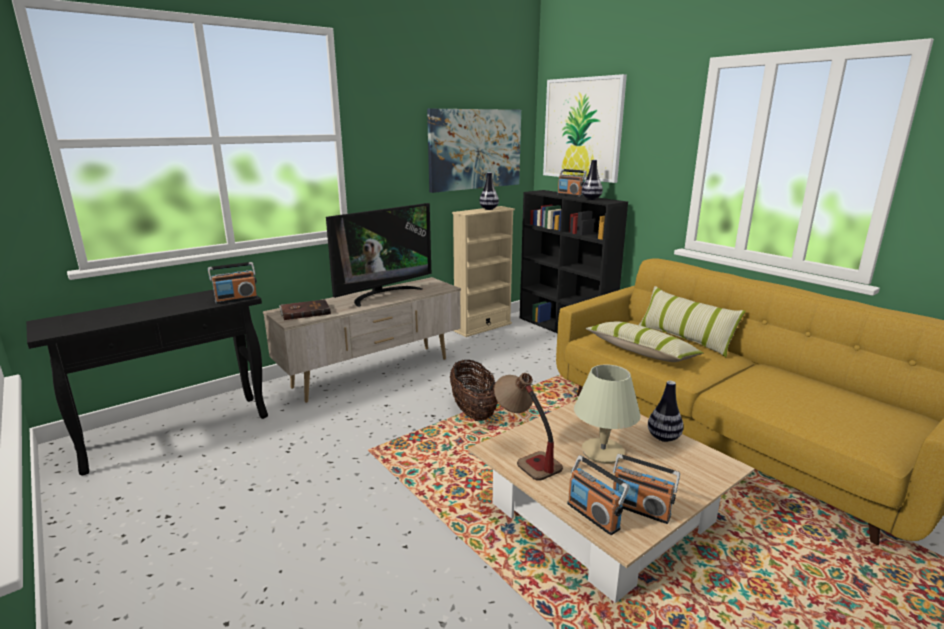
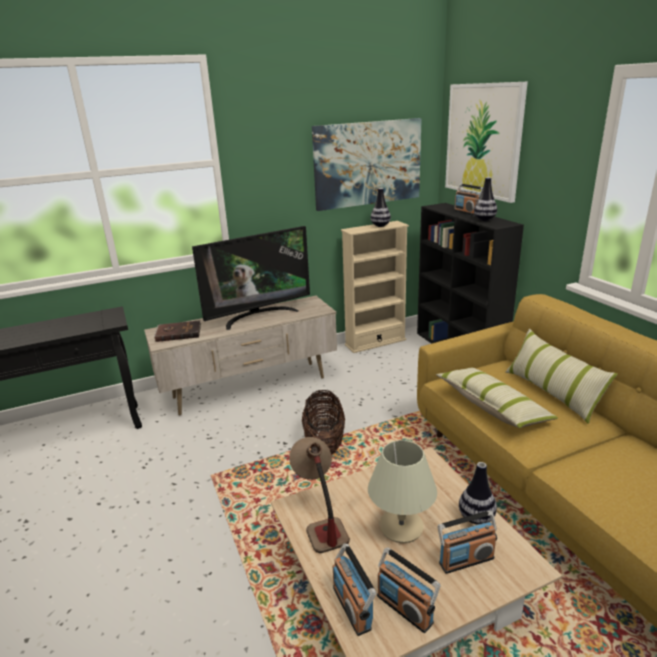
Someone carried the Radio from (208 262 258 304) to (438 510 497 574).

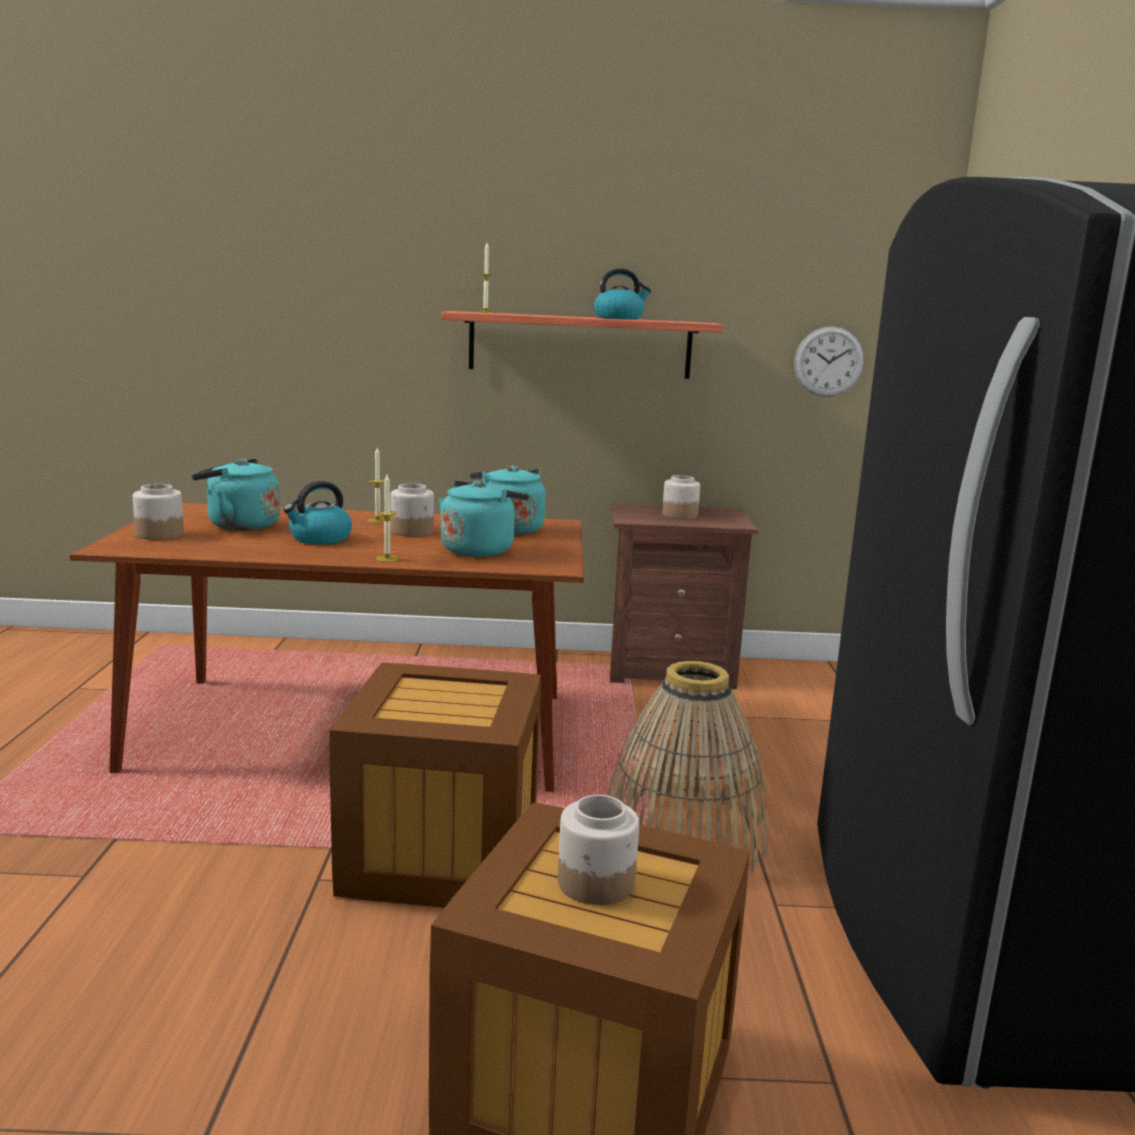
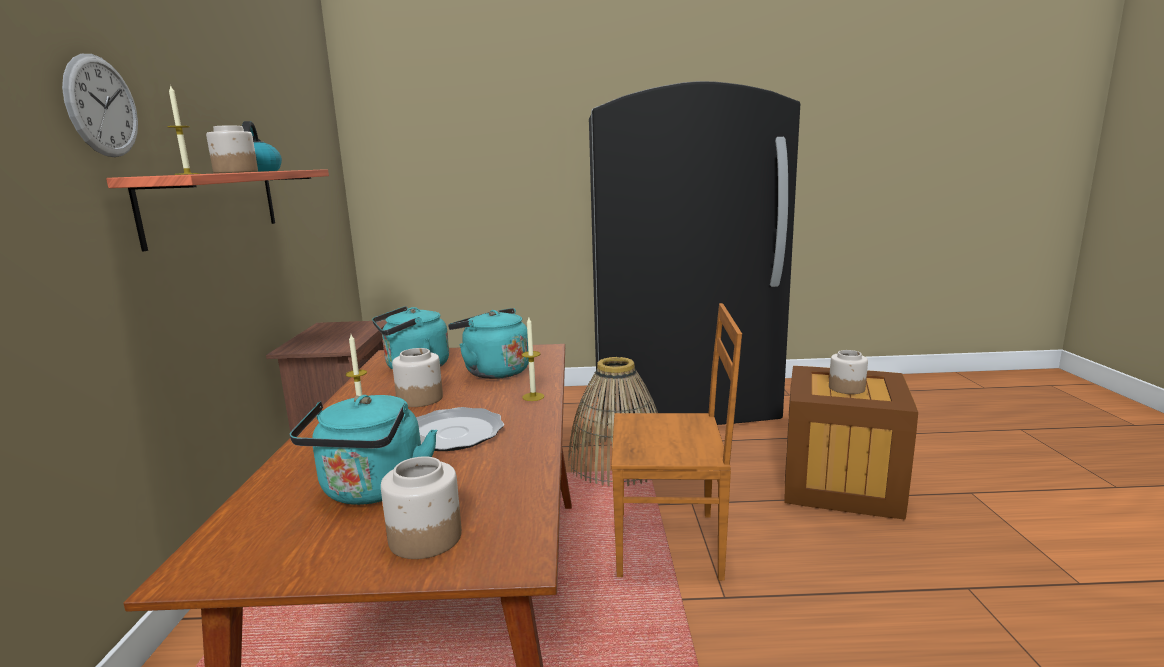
Someone carried the Wanduhr from (794 326 864 397) to (62 54 138 157).
Someone carried the Vorratsglas from (662 475 700 519) to (206 126 258 173).
Someone swapped the Wasserkessel at (283 481 352 545) for the Teller at (416 407 504 451).
Someone swapped the Kiste at (329 663 541 908) for the Stuhl [braun] at (611 303 742 581).

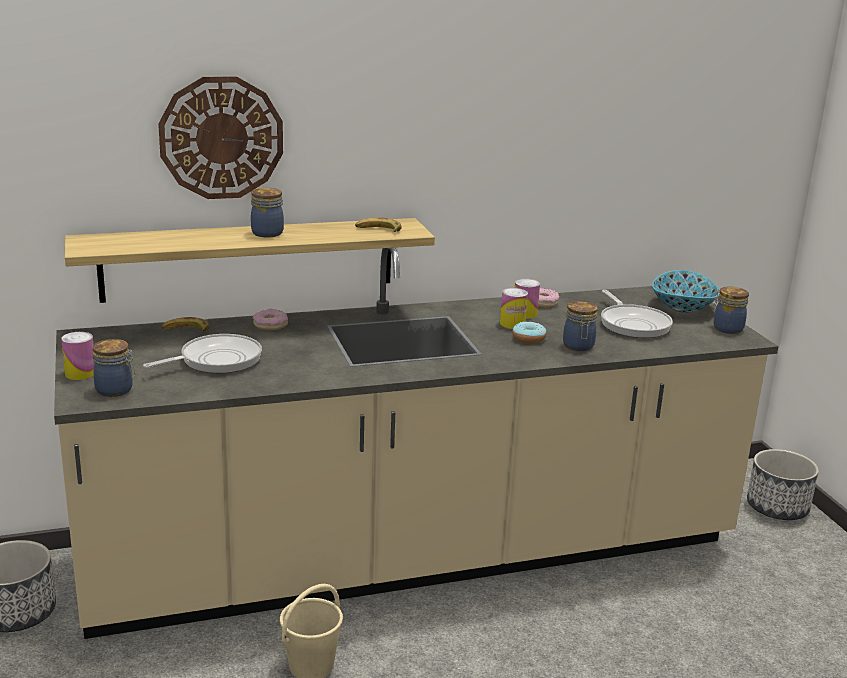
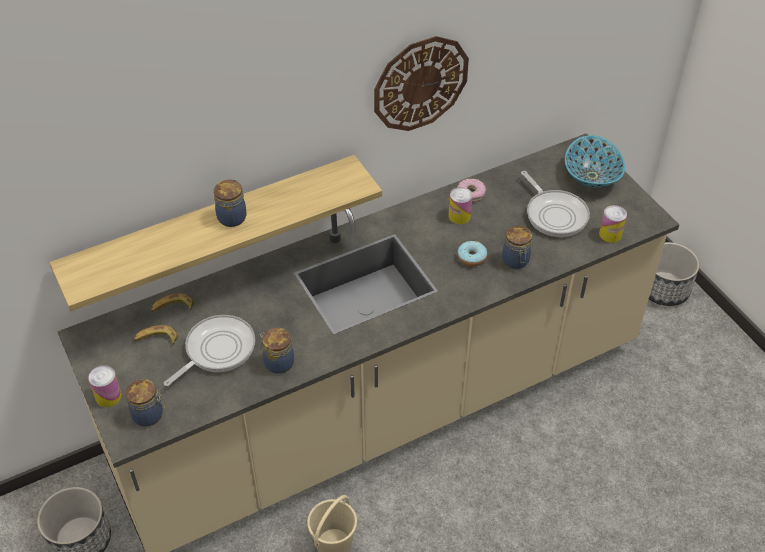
Someone carried the Wanduhr from (158 76 283 199) to (374 36 469 131).
Someone carried the Banane from (355 217 401 232) to (134 325 178 346).
Someone carried the Vorratsglas from (712 287 749 334) to (260 328 294 374).
Someone carried the Dose from (500 288 528 329) to (599 205 627 243).
Someone took away the Donut at (253 309 288 330).

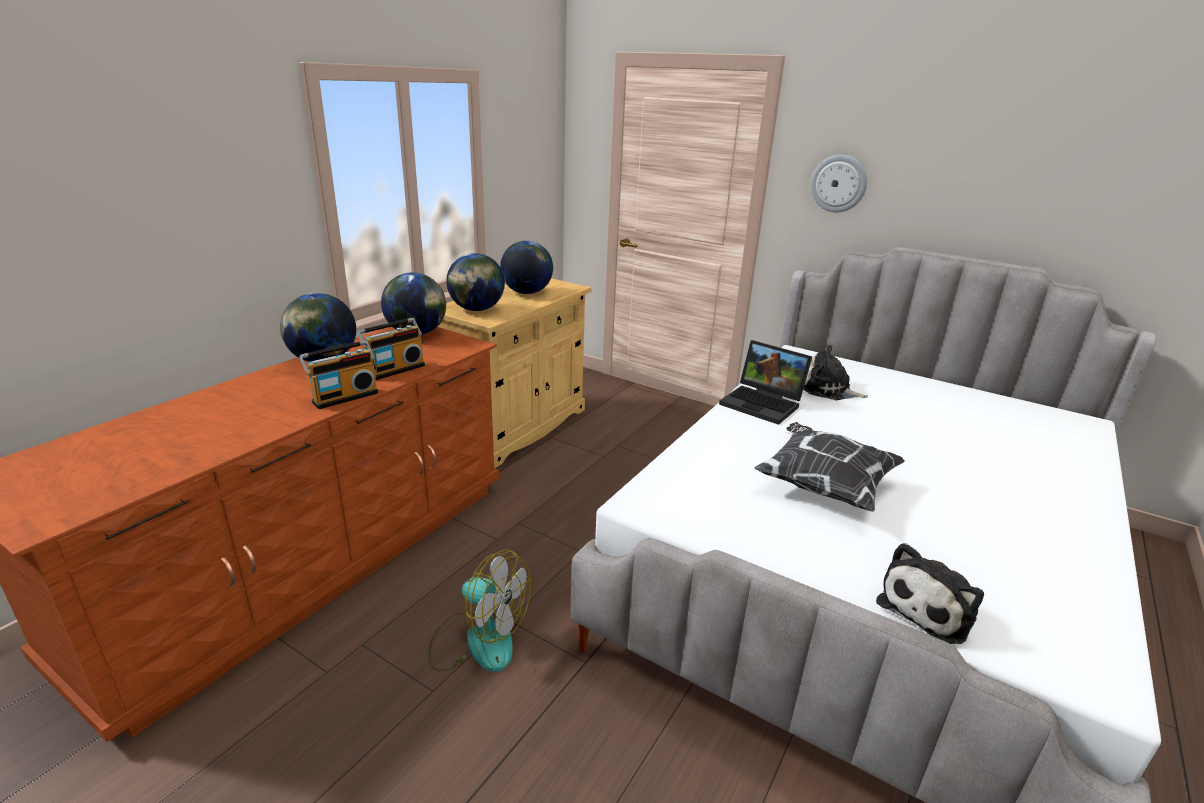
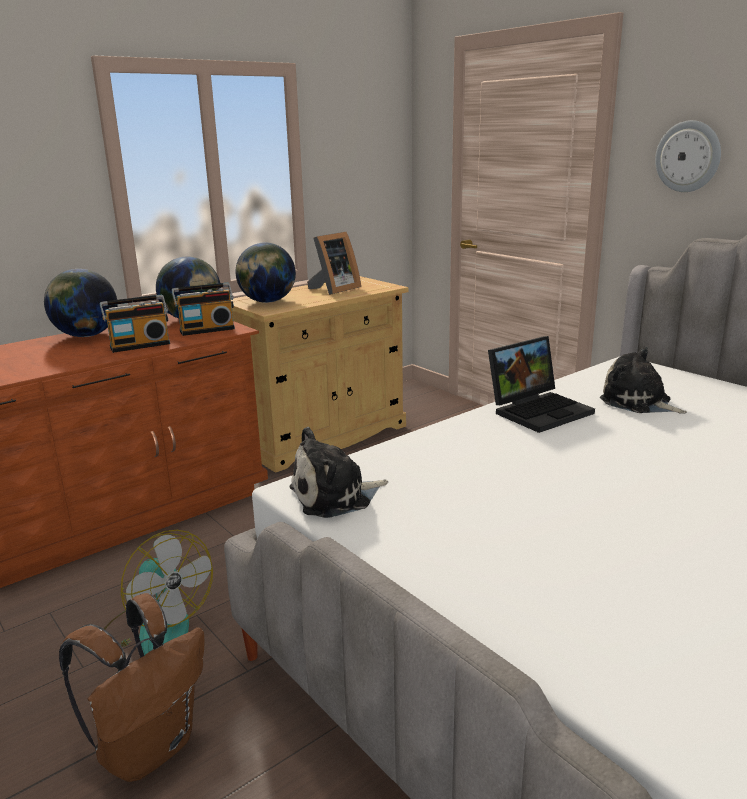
Someone swapped the Globus at (500 241 553 294) for the Bilderrahmen at (307 232 361 295).
Someone carried the Radio from (299 340 378 409) to (172 283 235 336).
Someone rotated the Laptop at (719 340 813 425) by 90 degrees counterclockwise.
Someone took away the Kissen at (755 422 905 512).
Someone carried the Plüschtier from (876 543 984 644) to (289 427 388 518).
Someone put down the Rucksack [braun] at (59 593 205 782).

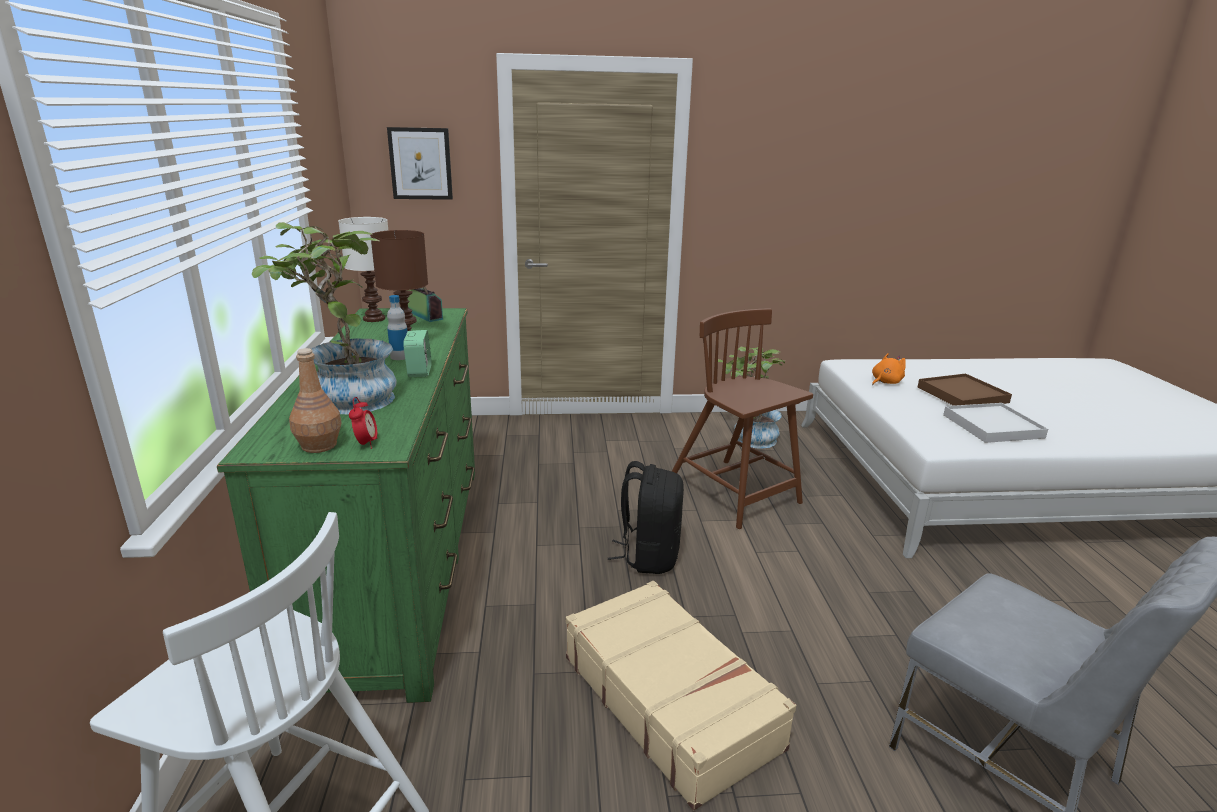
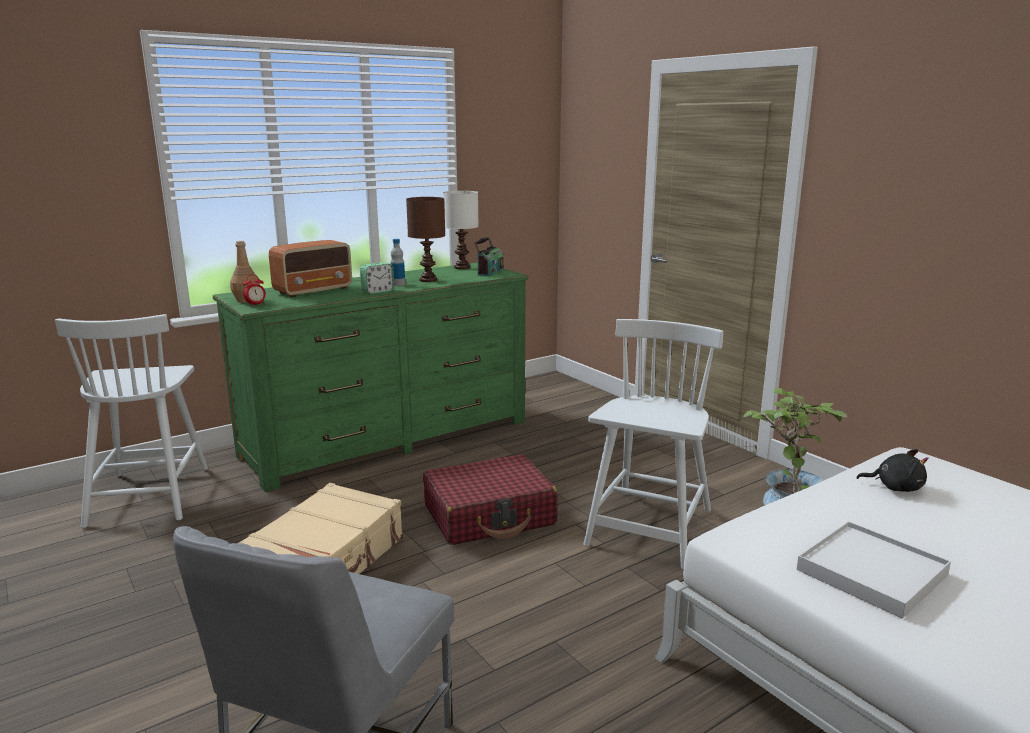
Someone took away the Bild at (387 127 453 200).
Someone swapped the Topfpflanze at (252 222 397 414) for the Radio at (269 240 352 297).
Someone repainted the Stuhl [braun] at (672 309 813 529), which became the Stuhl [weiß] at (584 319 724 569).
Someone repainted the Plüschtier [orange] at (872 353 906 385), which became the Plüschtier [schwarz] at (856 449 928 492).
Someone took away the Tablett [braun] at (918 374 1012 406).
Someone swapped the Rucksack [schwarz] at (608 461 684 574) for the Koffer [rot] at (423 454 558 545).

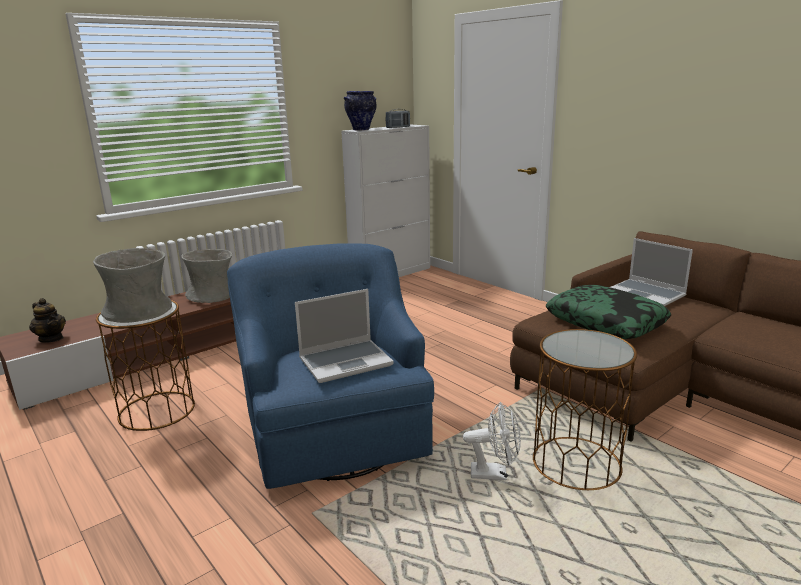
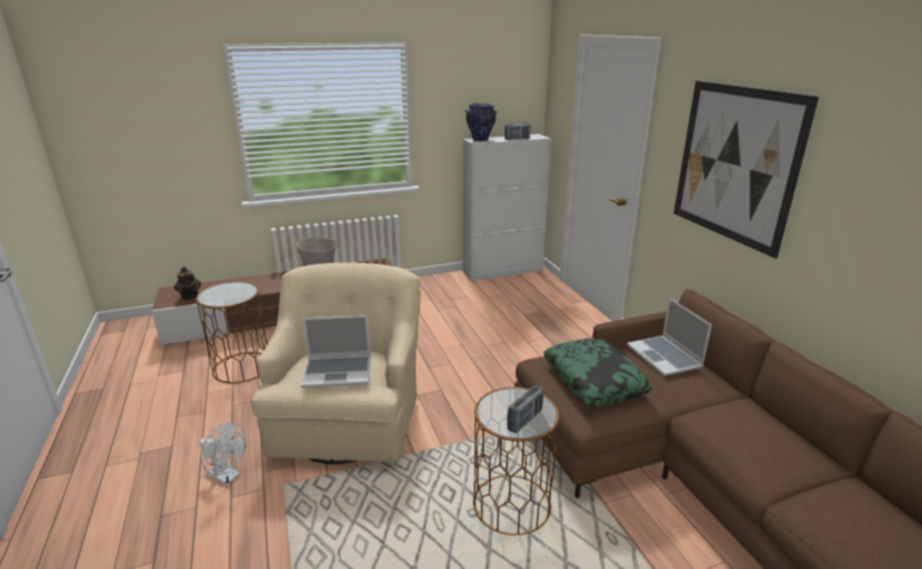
Someone repainted the Sessel [blau] at (227 243 434 489), which became the Sessel [beige] at (251 263 421 464).
Someone took away the Vase [grau] at (93 248 172 323).
Someone carried the Ventilator [weiß] from (463 402 521 480) to (199 422 246 486).
Someone put up the Bild at (674 81 819 259).
Someone put down the Radio at (507 385 544 433).

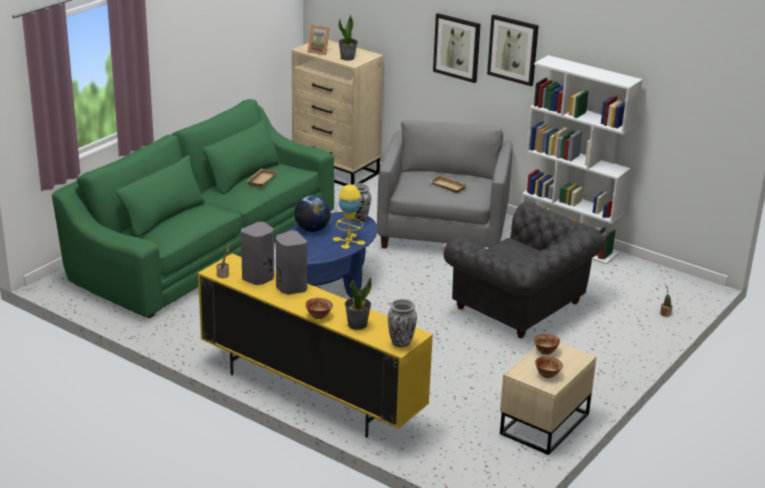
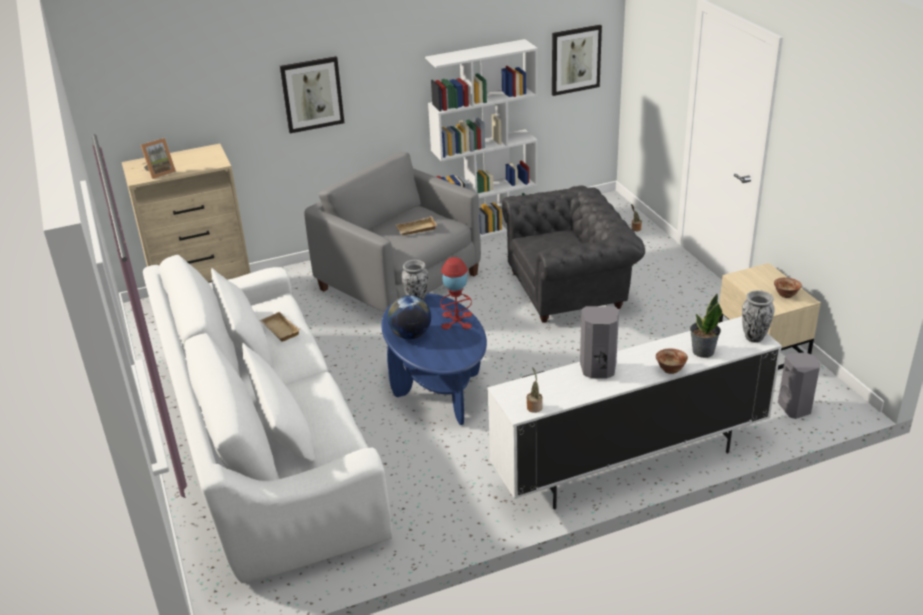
Someone carried the Bild from (487 14 539 86) to (552 25 602 96).
Someone took away the Topfpflanze at (338 15 358 61).
Someone repainted the Sofa [grün] at (52 99 334 319), which became the Sofa [weiß] at (143 255 392 583).
Someone repainted the Tischlampe [gelb] at (333 185 365 249), which became the Tischlampe [rot] at (440 257 472 329).
Someone carried the Lautsprecher [grau] from (241 222 274 285) to (778 352 820 419).
Someone repainted the Fernsehschrank [gelb] at (198 254 433 438), which became the Fernsehschrank [weiß] at (487 316 782 510).
Someone took away the Schüssel at (533 334 560 355).

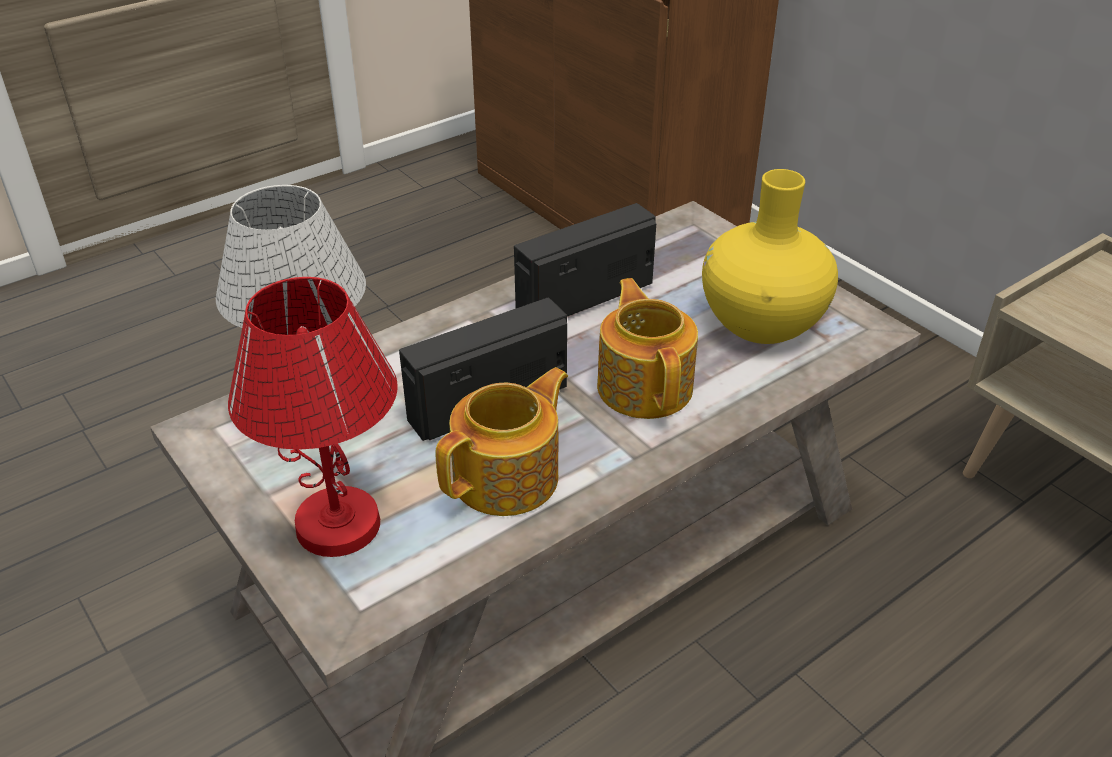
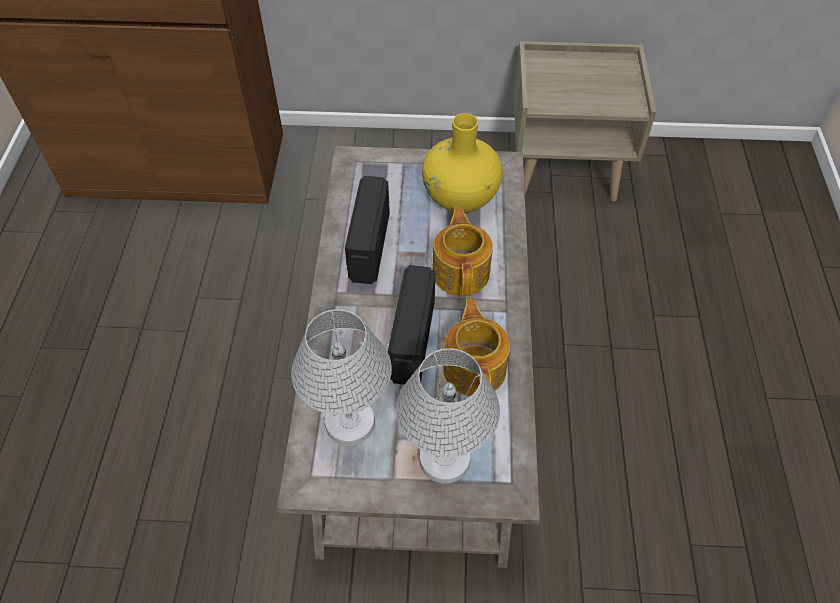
Someone repainted the Tischlampe [rot] at (228 277 398 557), which became the Tischlampe [weiß] at (396 348 500 483).
Someone rotated the Teekanne at (597 278 698 419) by 60 degrees clockwise.

